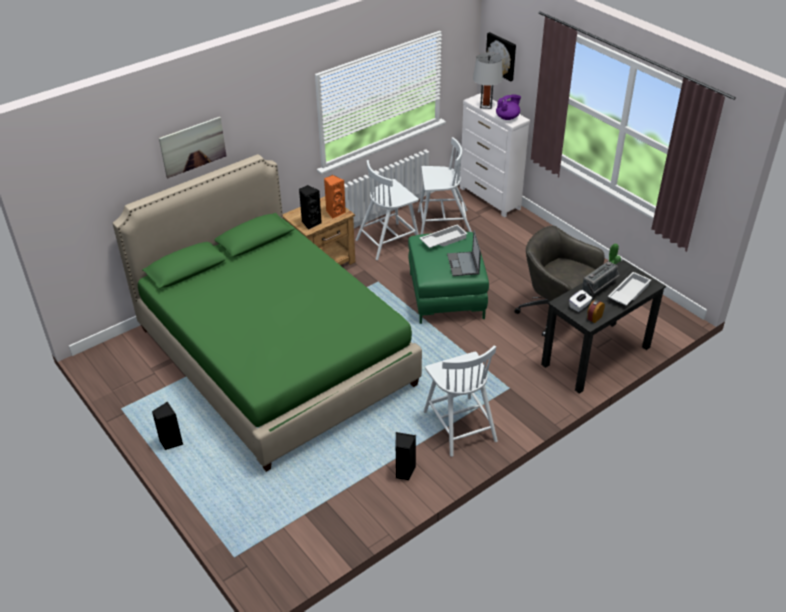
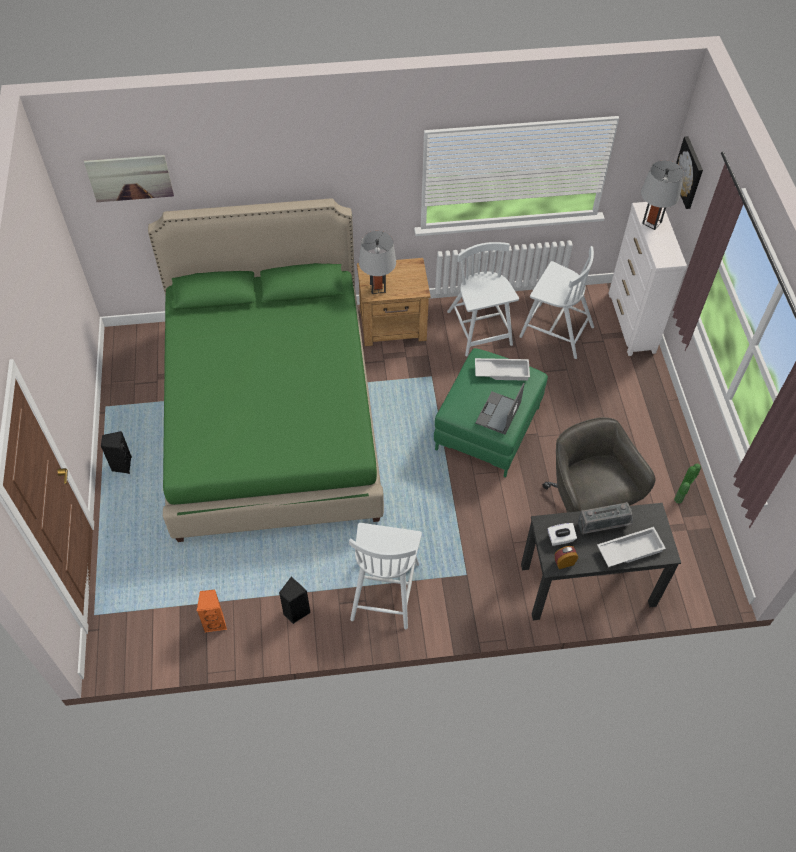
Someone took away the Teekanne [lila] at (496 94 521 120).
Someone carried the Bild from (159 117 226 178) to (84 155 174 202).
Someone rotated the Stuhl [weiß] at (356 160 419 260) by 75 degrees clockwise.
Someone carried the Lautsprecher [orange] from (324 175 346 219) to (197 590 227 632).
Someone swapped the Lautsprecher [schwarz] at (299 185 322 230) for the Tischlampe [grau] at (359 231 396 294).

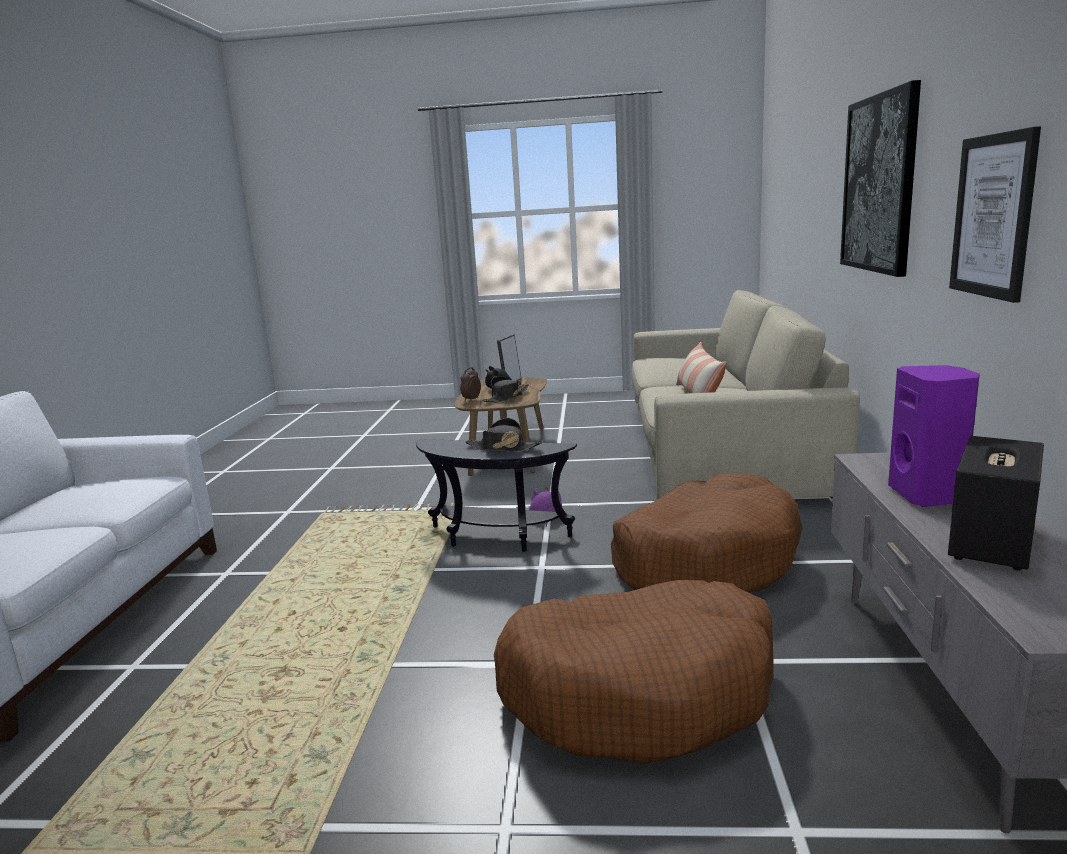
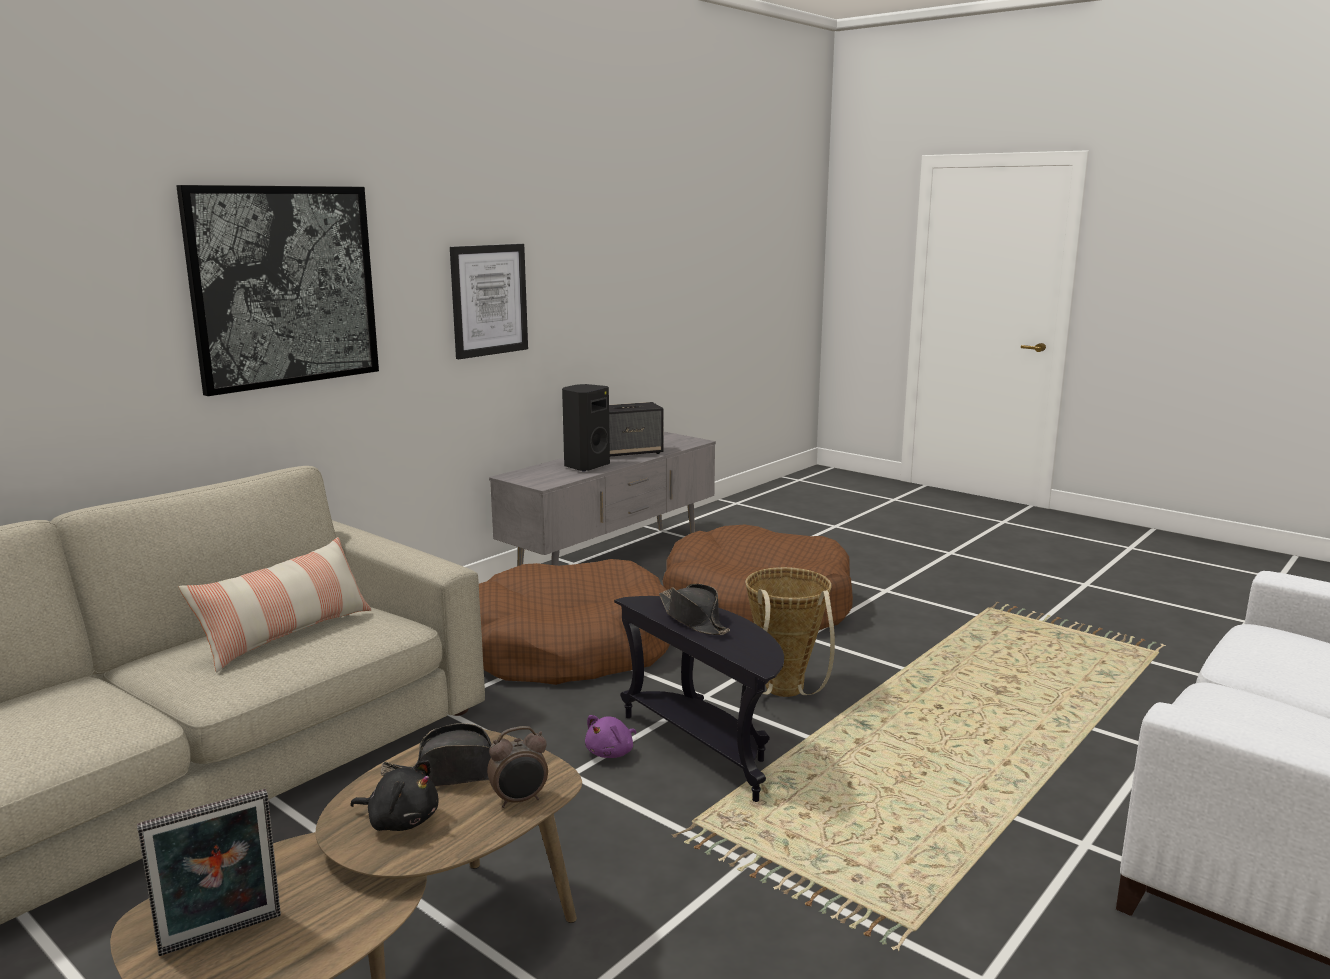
Someone repainted the Lautsprecher [lila] at (888 365 980 507), which became the Lautsprecher [schwarz] at (562 384 610 472).
Someone put down the Korb at (745 567 835 697).

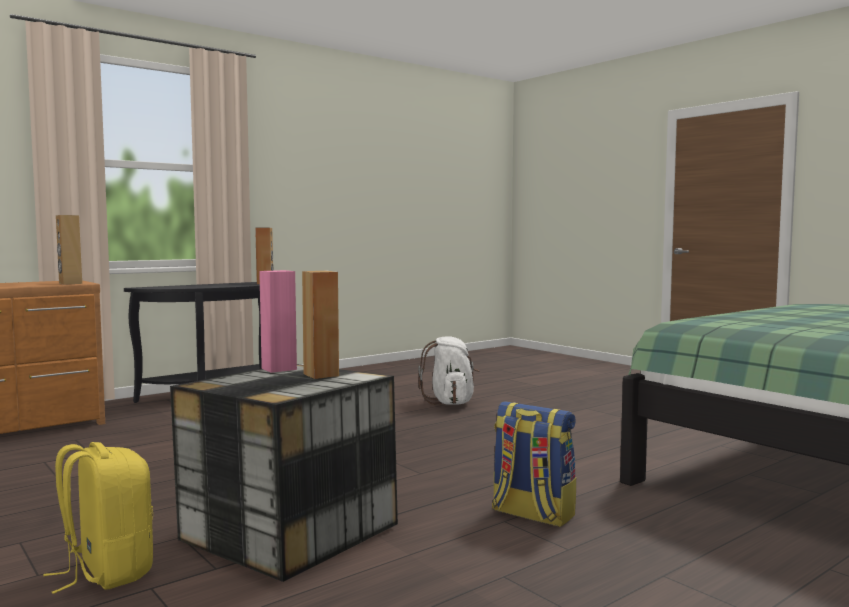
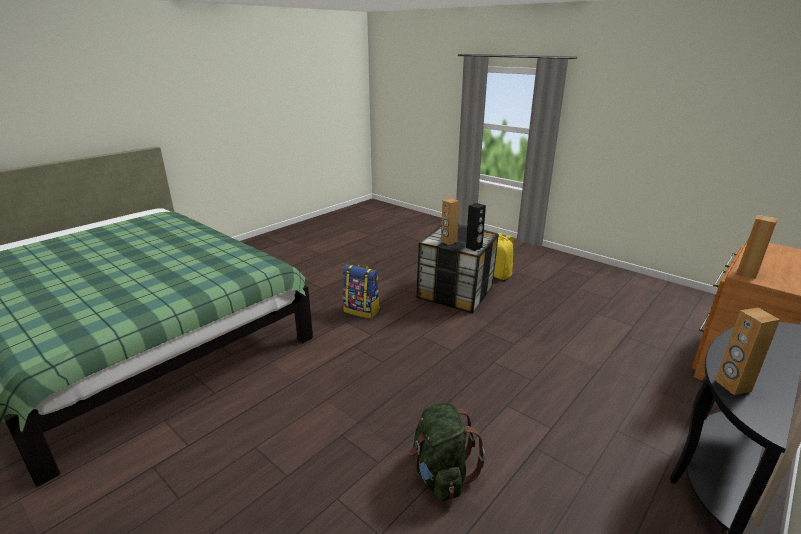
Someone repainted the Lautsprecher [rosa] at (259 270 297 373), which became the Lautsprecher [schwarz] at (466 203 486 251).
Someone repainted the Rucksack [weiß] at (418 337 479 405), which became the Rucksack [grün] at (409 403 485 501).

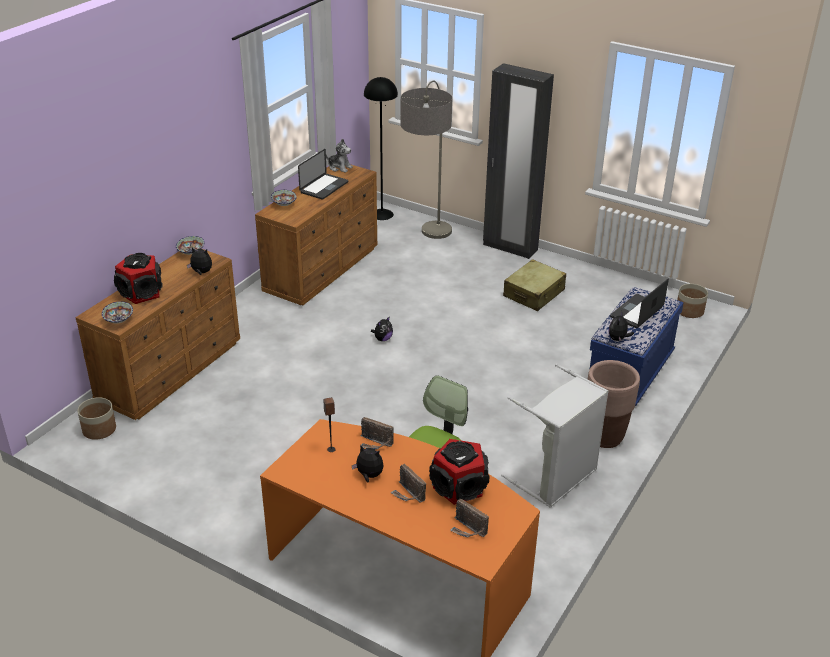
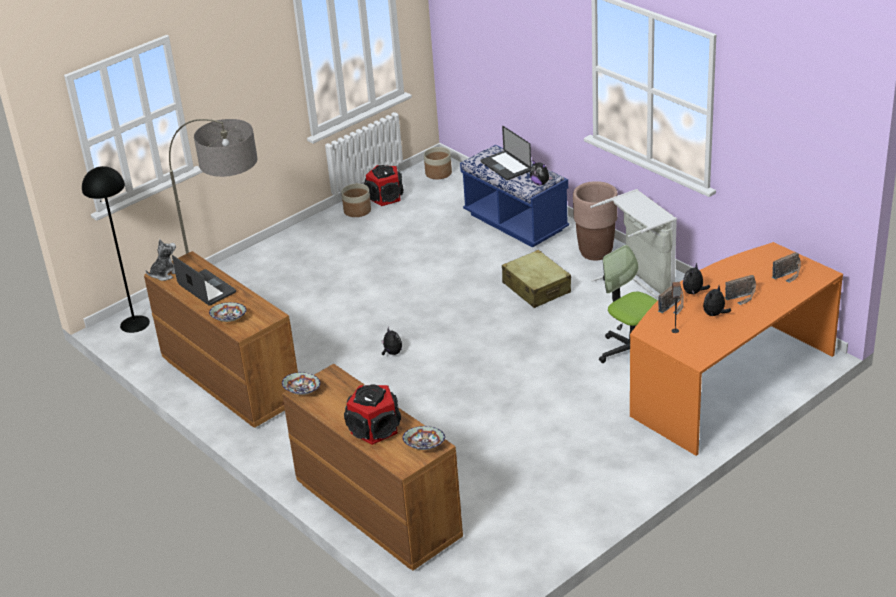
Someone took away the Kleiderschrank [schwarz] at (483 63 554 259).
Someone carried the Plüschtier from (187 247 212 275) to (683 263 710 295).
Someone carried the Koffer [beige] from (503 259 566 311) to (502 250 571 308).
Someone carried the Pflanzkübel from (78 397 116 440) to (341 184 371 217).
Someone carried the Lautsprecher from (429 439 489 505) to (364 165 404 206).

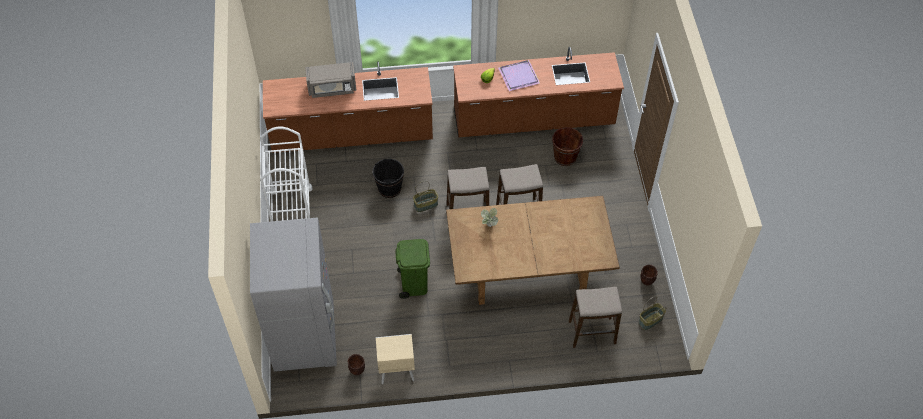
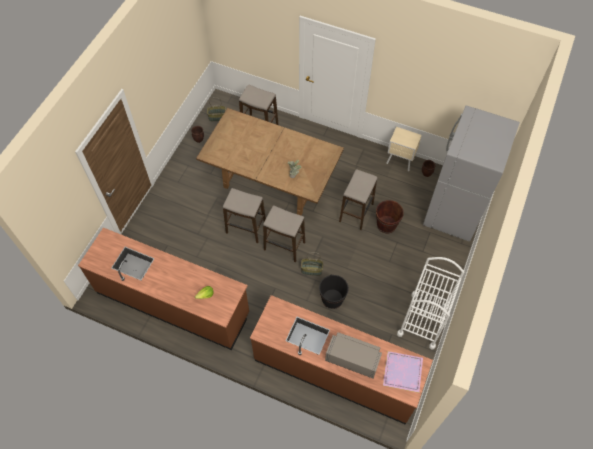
Someone carried the Tablett [lila] from (498 60 540 91) to (383 351 423 393).
Someone carried the Eimer [braun] from (552 127 583 166) to (376 200 404 234).
Someone swapped the Mülleimer [grün] at (395 239 430 299) for the Hocker at (339 169 377 230).

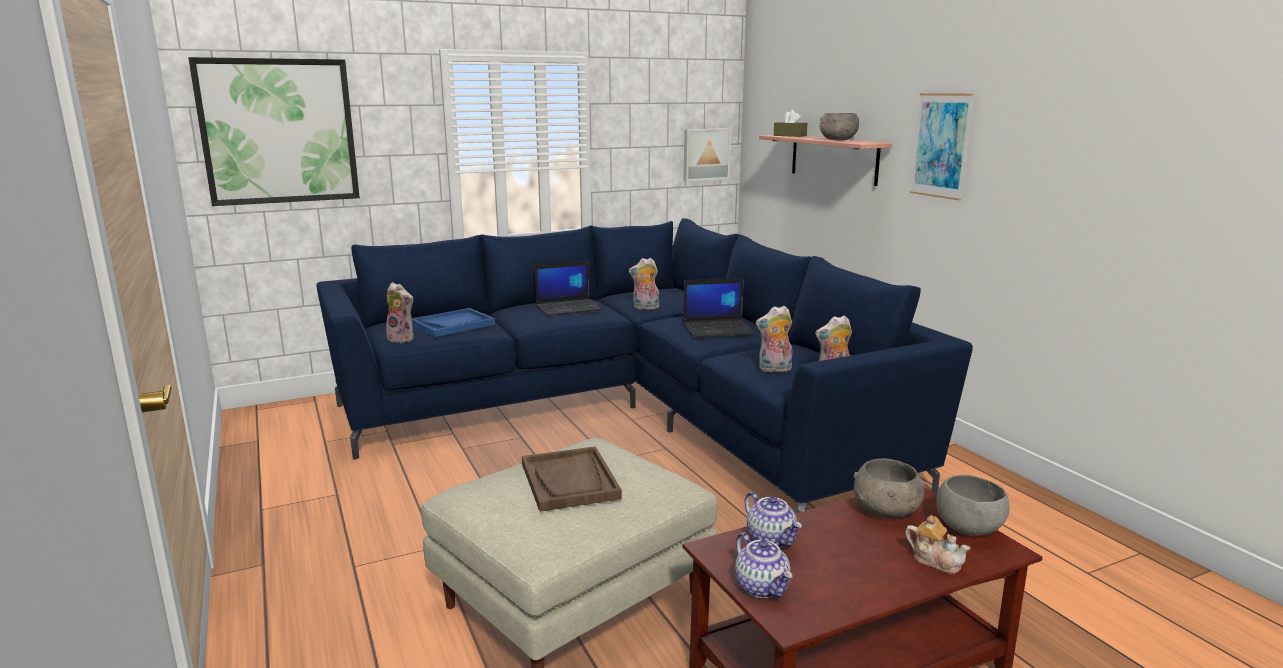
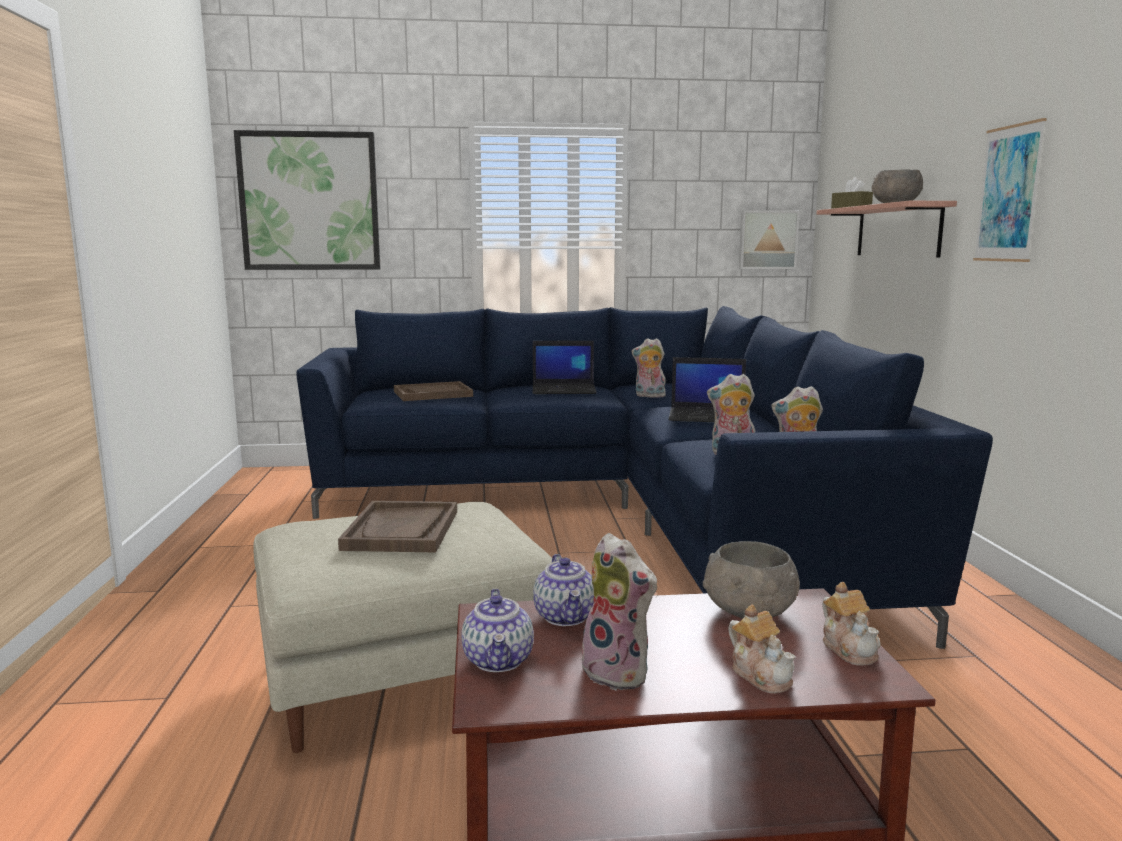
Someone carried the Plüschtier from (386 282 414 343) to (574 533 658 691).
Someone repainted the Tablett [blau] at (412 308 495 337), which became the Tablett [braun] at (394 381 473 401).
Someone swapped the Schüssel [grau] at (936 475 1010 536) for the Teekanne at (822 582 880 665).

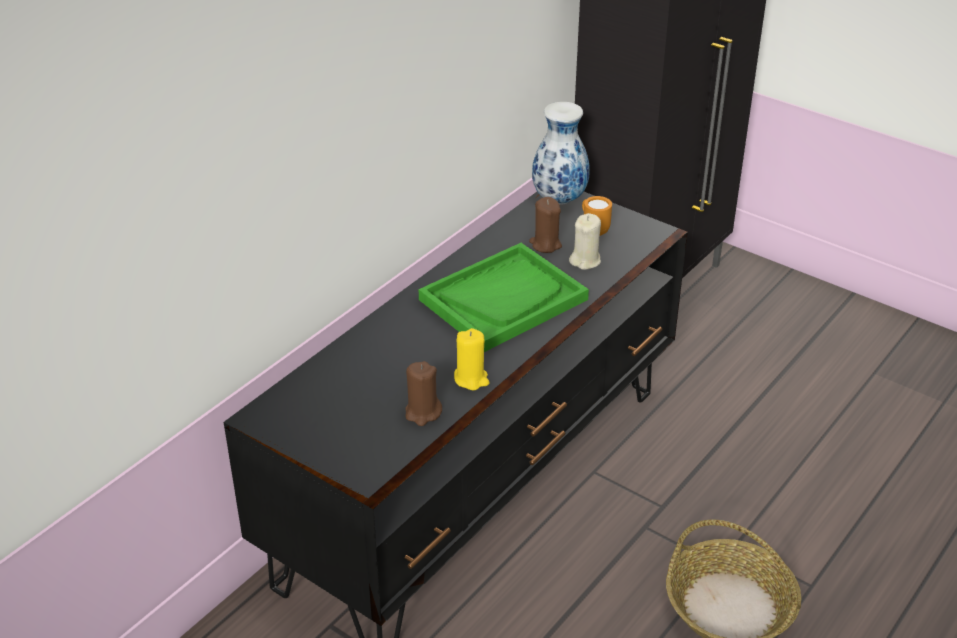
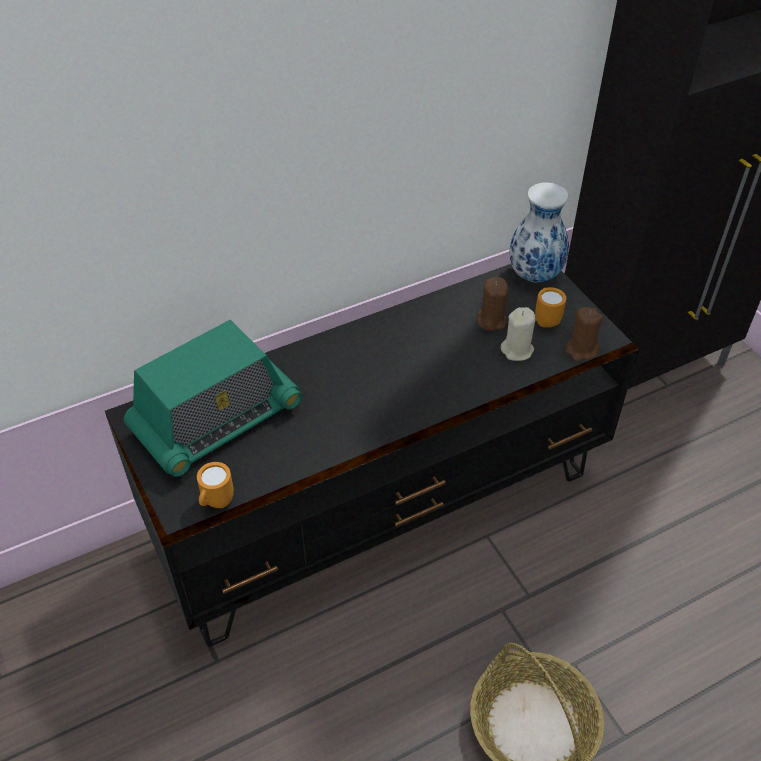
Someone took away the Tablett [grün] at (419 243 589 352).
Someone took away the Kerze [gelb] at (454 328 490 390).
Someone carried the Kerze [braun] from (405 361 442 426) to (565 307 603 361).
Someone put down the Radio at (124 320 302 477).
Someone put down the Henkelbecher [orange] at (197 462 234 508).

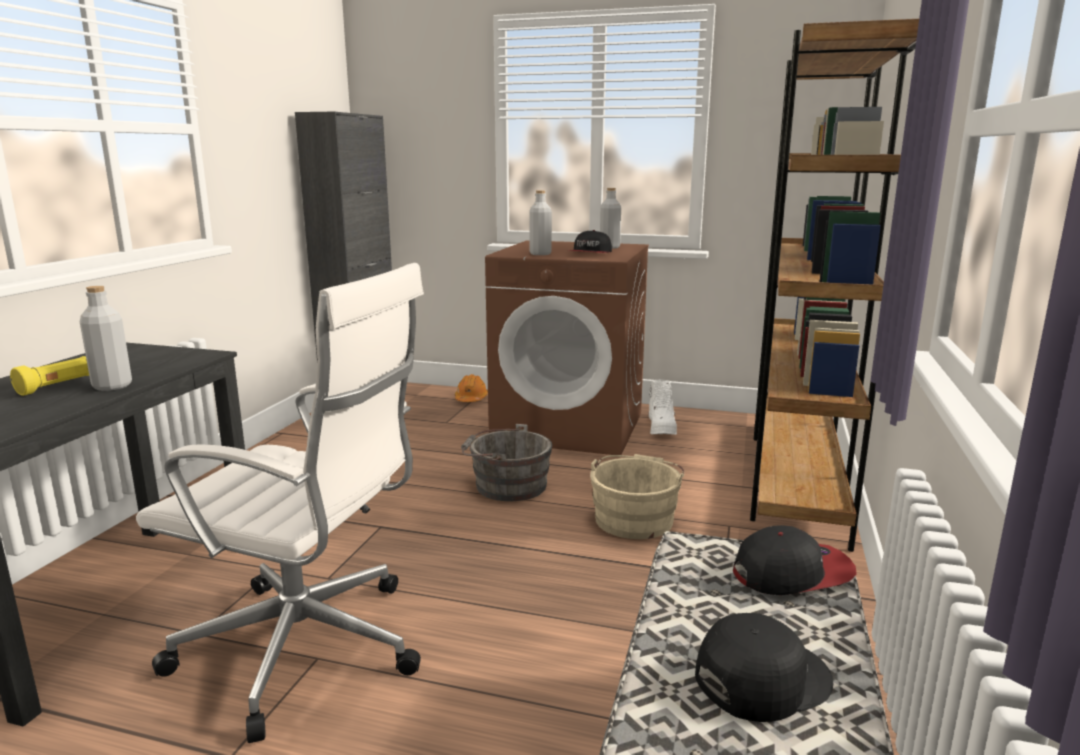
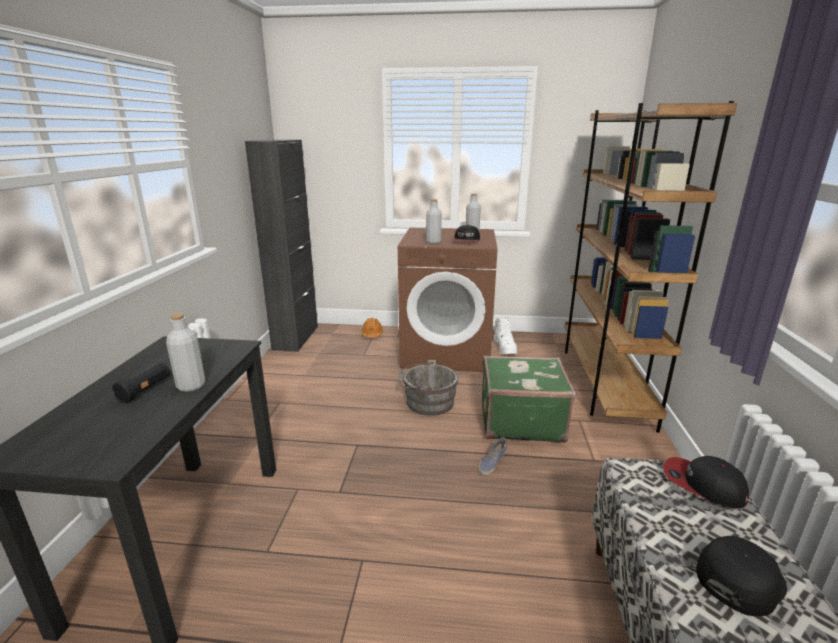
Someone took away the Bürostuhl [weiß] at (136 263 424 743).
Someone repainted the Taschenlampe [gelb] at (10 356 89 396), which became the Taschenlampe [schwarz] at (112 363 170 403).
Someone swapped the Eimer [beige] at (590 454 684 539) for the Koffer [grün] at (482 356 576 442).
Someone rotated the Kappe at (733 525 857 595) by 120 degrees counterclockwise.
Someone put down the Schuh at (478 437 508 475).

